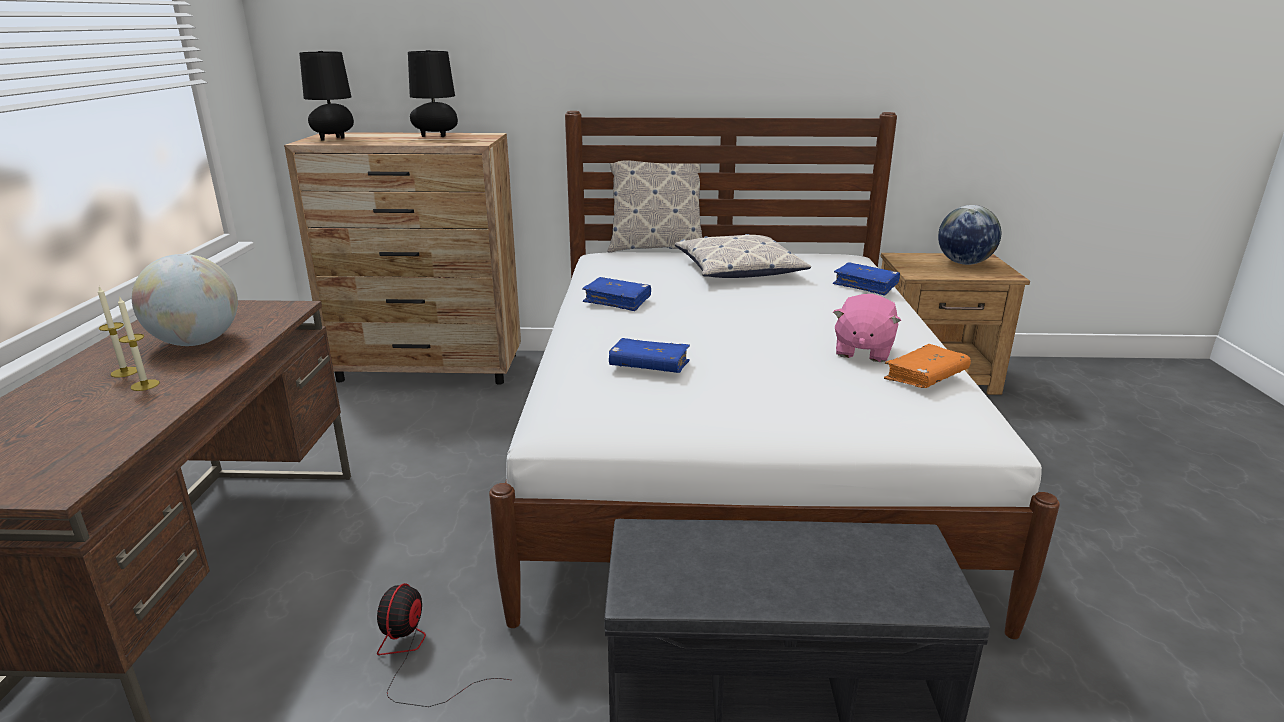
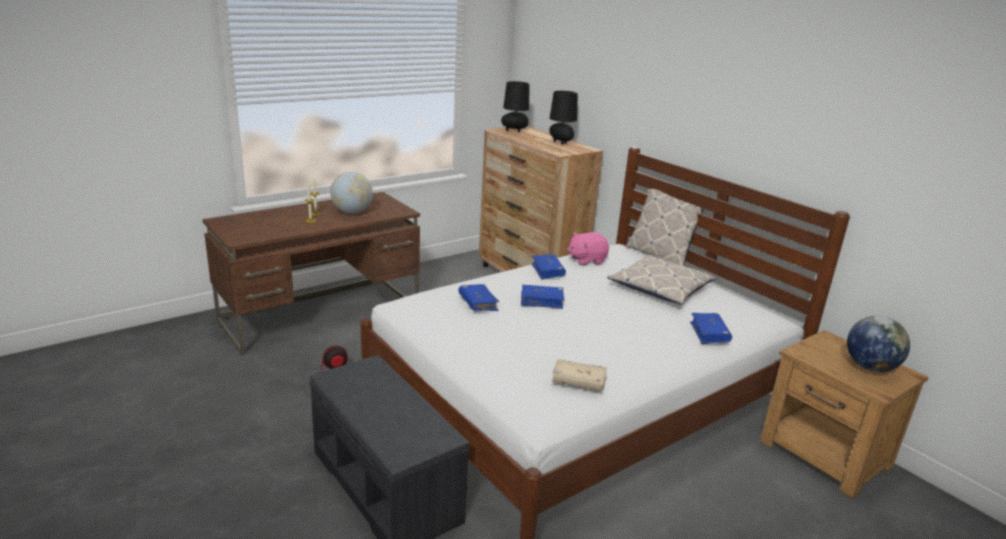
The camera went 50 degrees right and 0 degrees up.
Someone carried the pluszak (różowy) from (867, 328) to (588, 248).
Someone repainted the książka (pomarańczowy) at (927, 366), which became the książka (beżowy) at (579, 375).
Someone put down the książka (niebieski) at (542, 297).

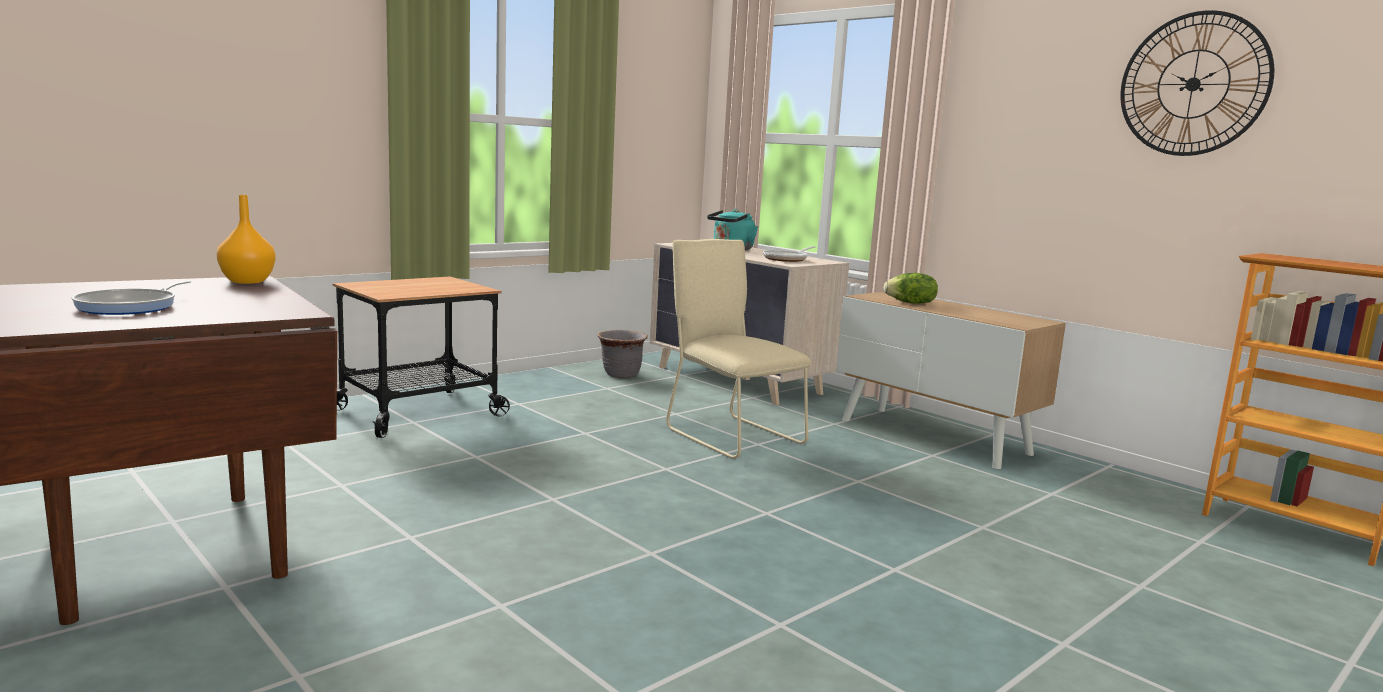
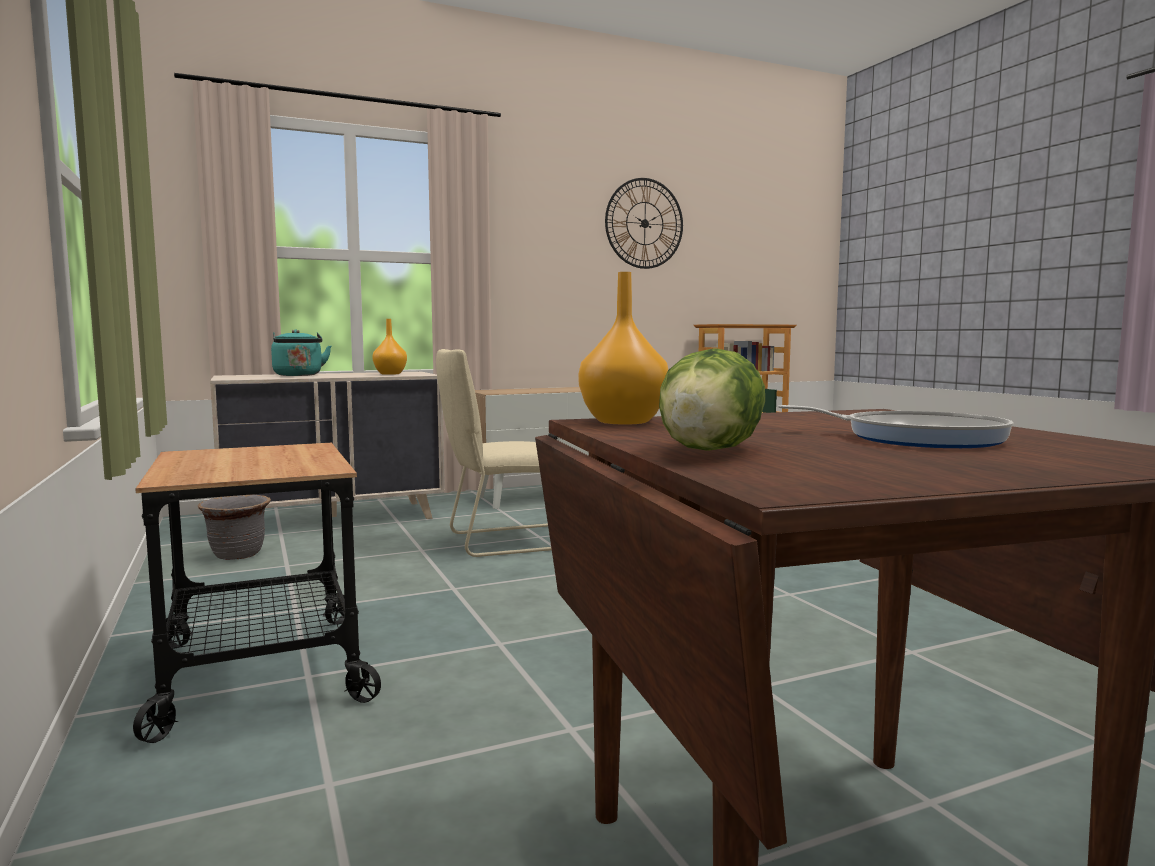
The camera went 70 degrees left and 5 degrees down.
Someone swapped the patelnia at (789, 254) for the wazon (pomarańczowy) at (389, 347).
Someone carried the sałata from (911, 288) to (712, 399).

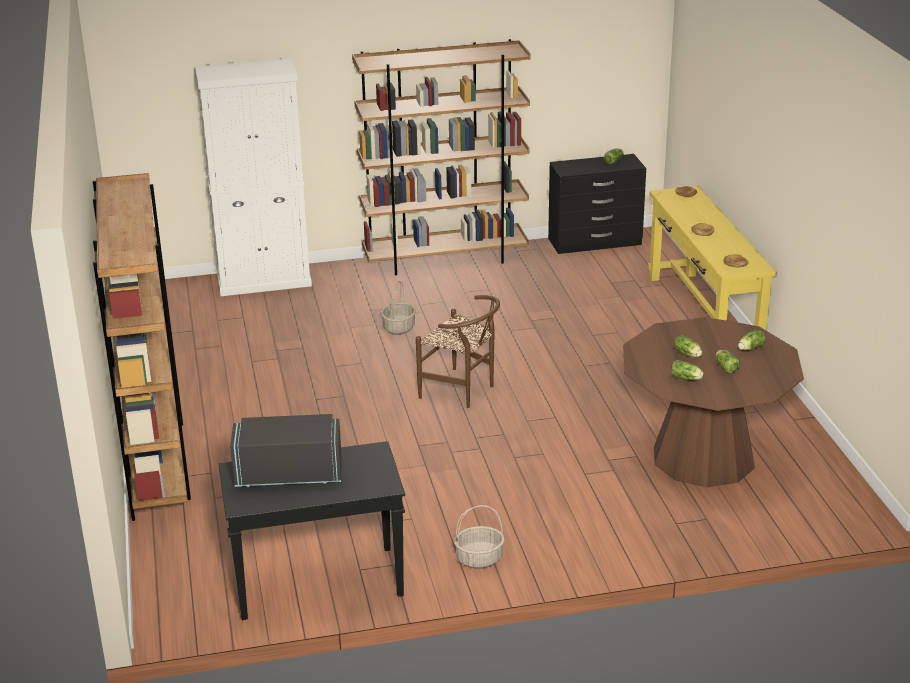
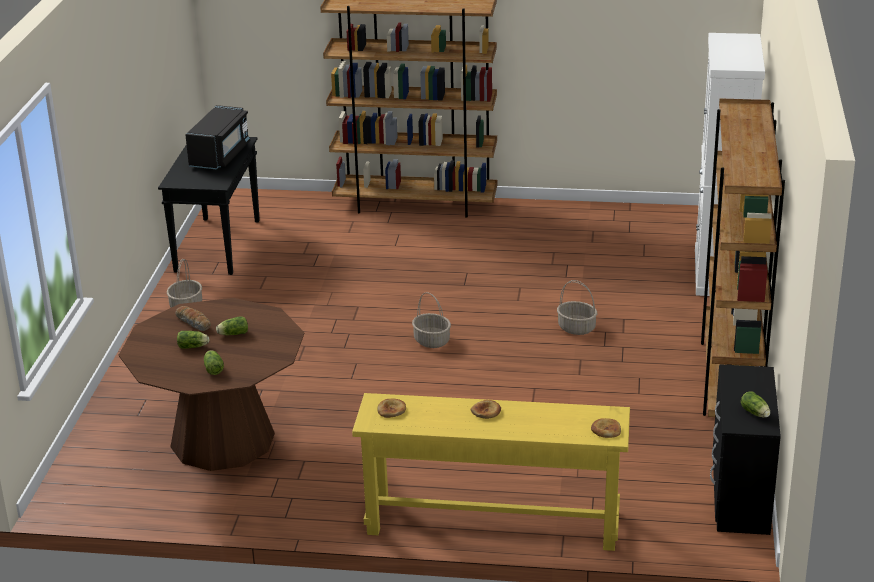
The camera went 110 degrees right and 0 degrees up.
Someone swapped the krzesło (brązowy) at (458, 351) for the koszyk at (431, 320).
Someone swapped the sałata at (687, 370) for the chleb at (193, 318).

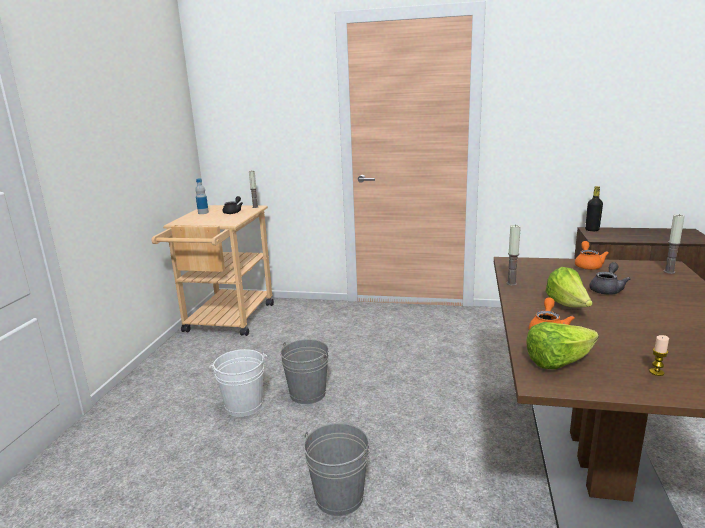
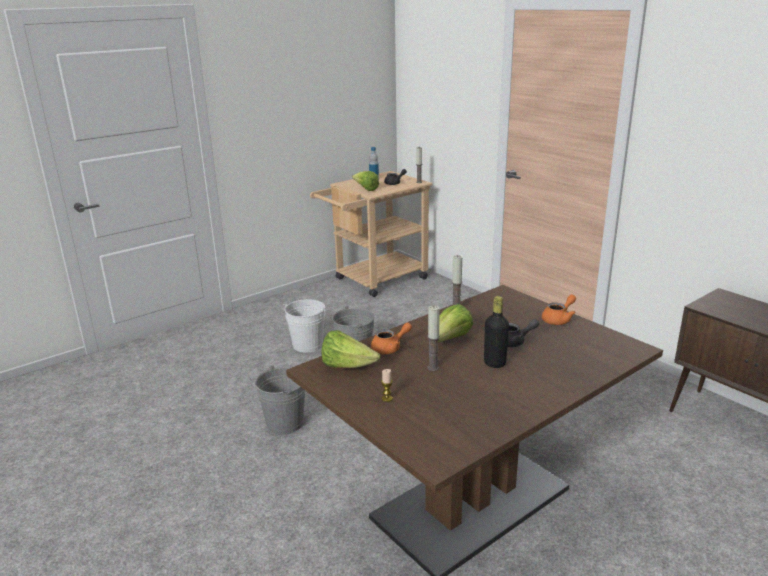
The camera went 40 degrees right and 5 degrees up.
Someone carried the butelka (czarny) from (594, 208) to (496, 332).
Someone carried the świeca from (674, 244) to (433, 338).
Someone put down the sałata at (365, 181).

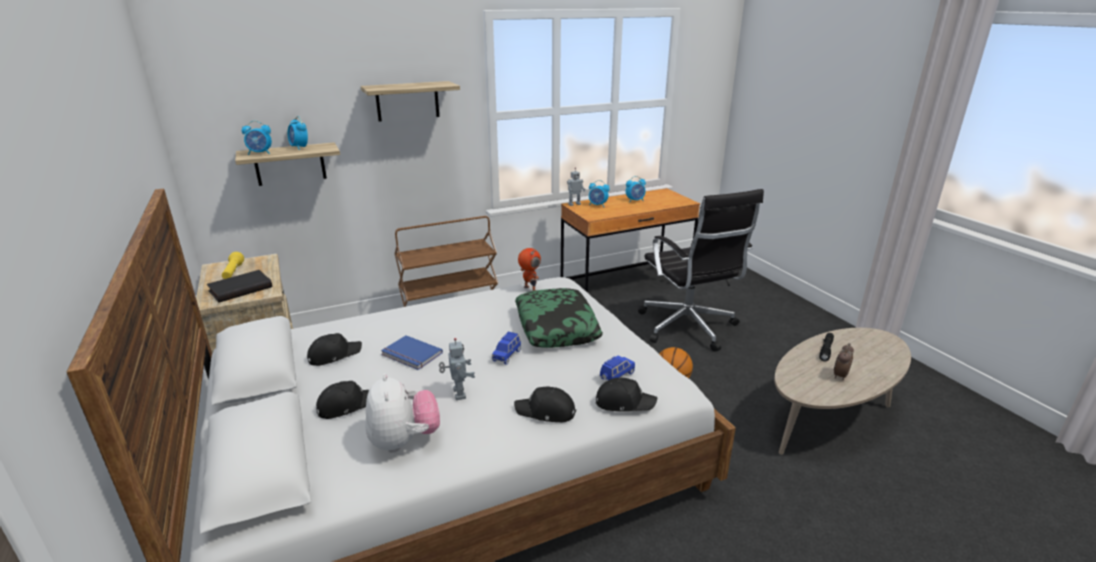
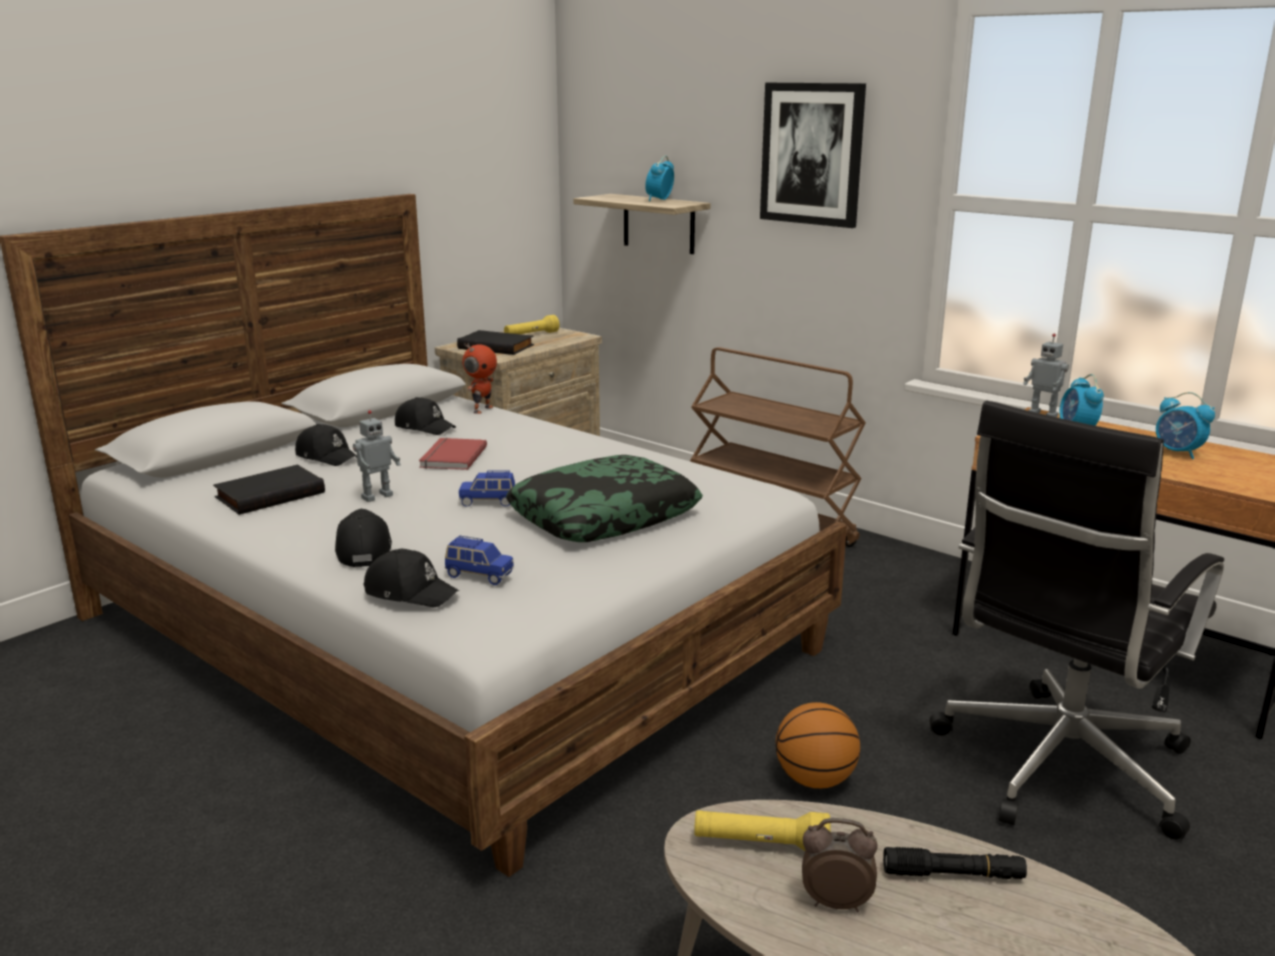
The camera went 65 degrees right and 5 degrees down.
Someone swapped the półka at (410, 101) for the obraz at (813, 155).
Someone took away the budzik at (257, 138).
Someone carried the robot zabawkowy from (529, 269) to (479, 379).
Someone repainted the książka (niebieski) at (412, 352), which became the książka (czerwony) at (453, 454).
Someone swapped the pluszak at (402, 413) for the książka (czarny) at (269, 490).
Someone rotated the czapka z daszkiem (czarny) at (626, 395) by 45 degrees counterclockwise.
Someone put down the latarka (żółty) at (762, 830).

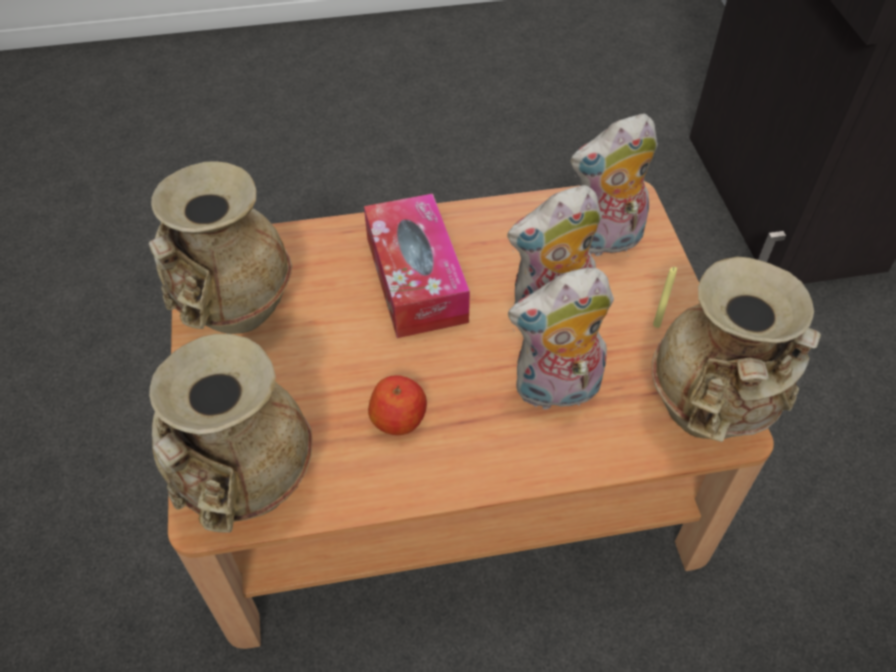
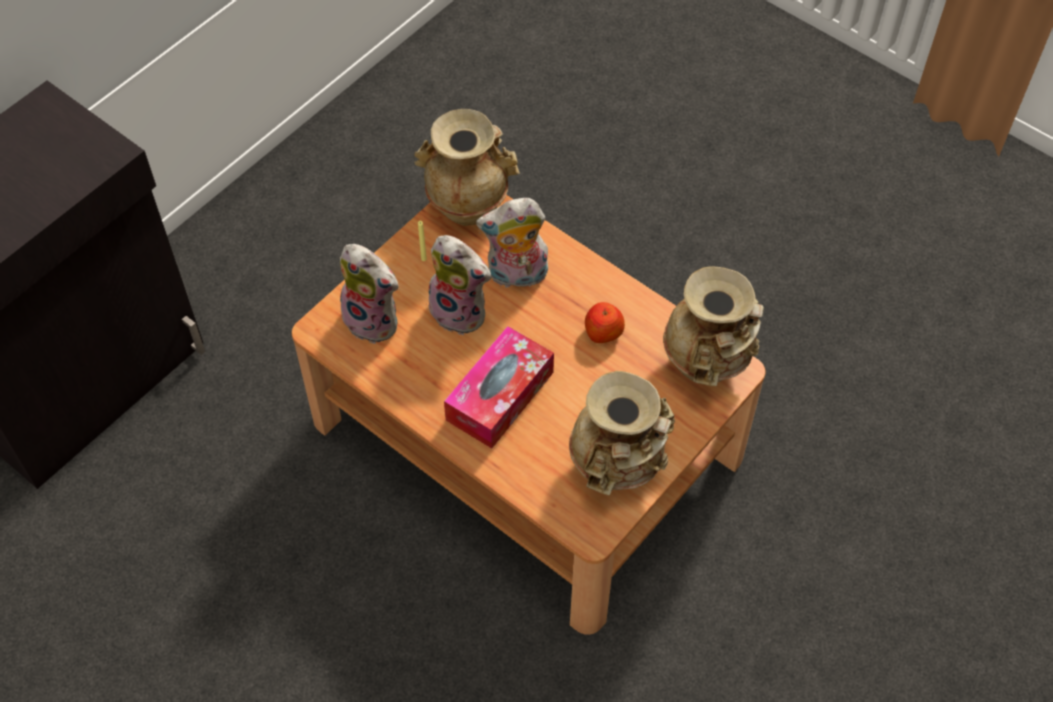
The camera went 130 degrees left and 5 degrees up.
Someone rotated the pluszak at (561, 340) by 135 degrees clockwise.

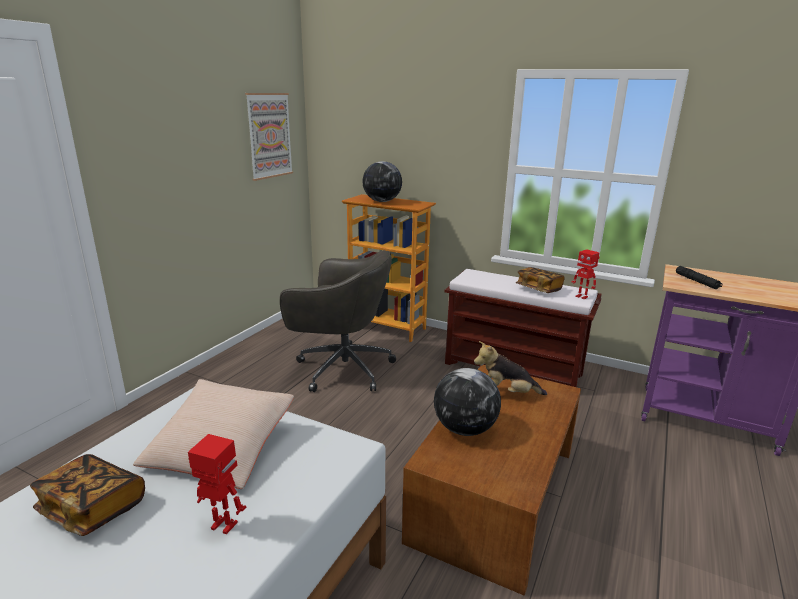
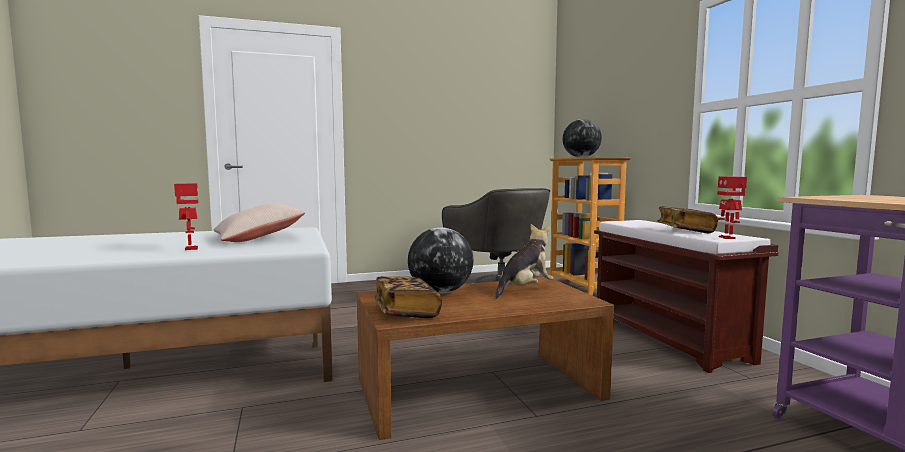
The camera went 45 degrees right and 15 degrees down.
Someone took away the obraz at (269, 137).
Someone took away the latarka (czarny) at (699, 277).
Someone rotated the pluszak at (510, 368) by 90 degrees clockwise.
Someone carried the książka from (87, 495) to (408, 297).

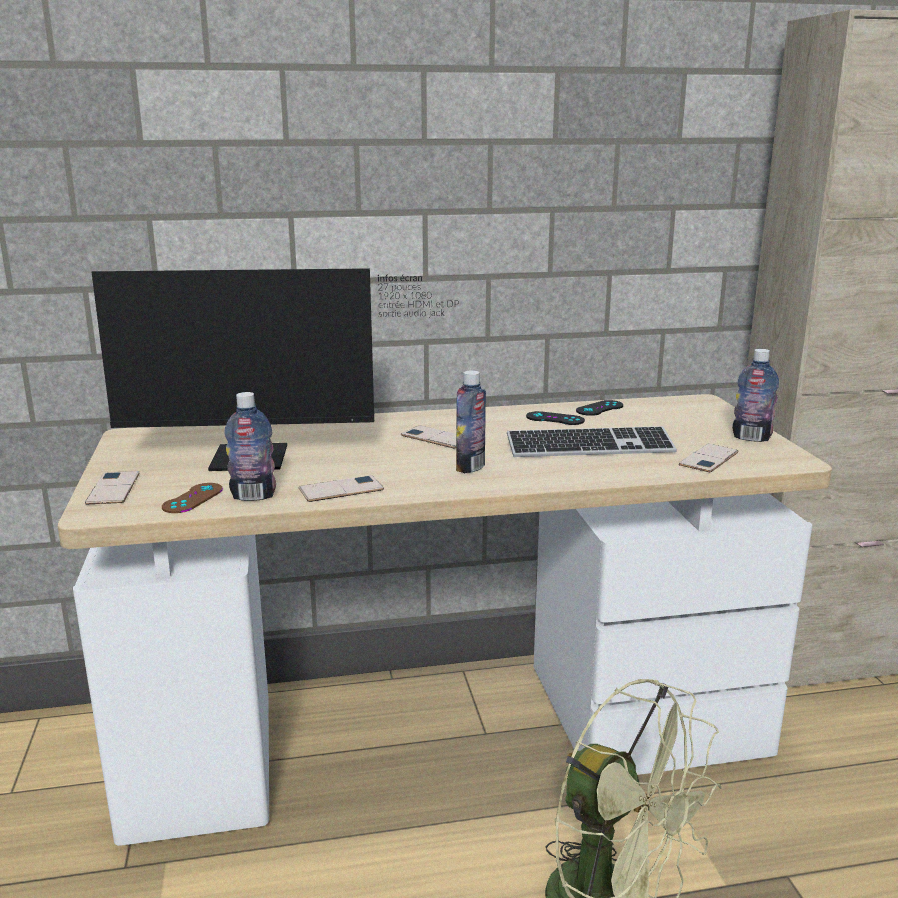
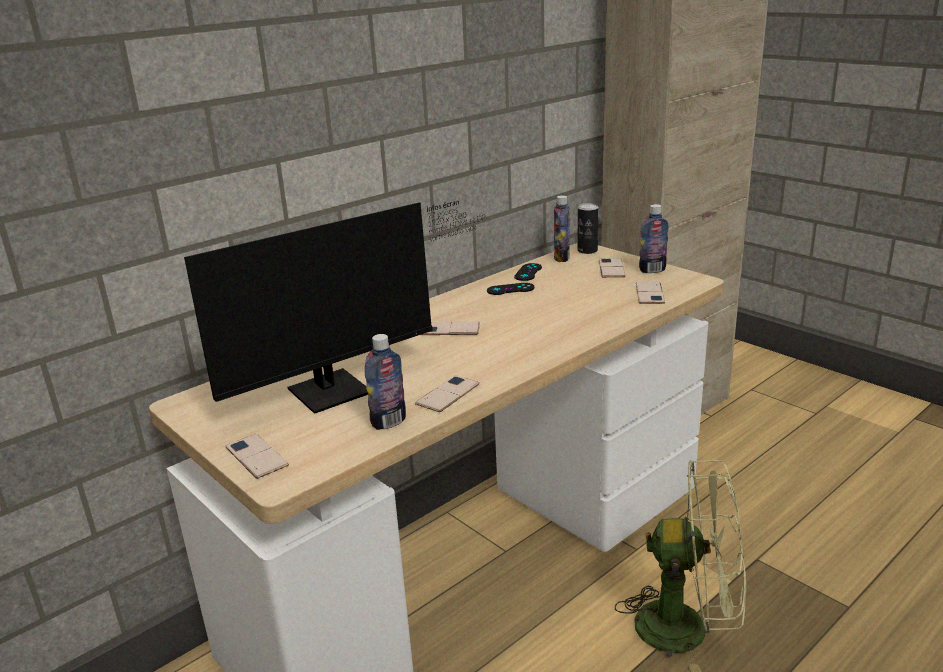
The camera went 30 degrees left and 5 degrees up.
Someone carried the butelka from (471, 421) to (562, 228).
Someone took away the klawiatura at (592, 441).
Someone took away the pad do gier (brązowy) at (192, 498).
Someone put down the puszka at (588, 228).
Someone put down the telefon at (612, 267).

